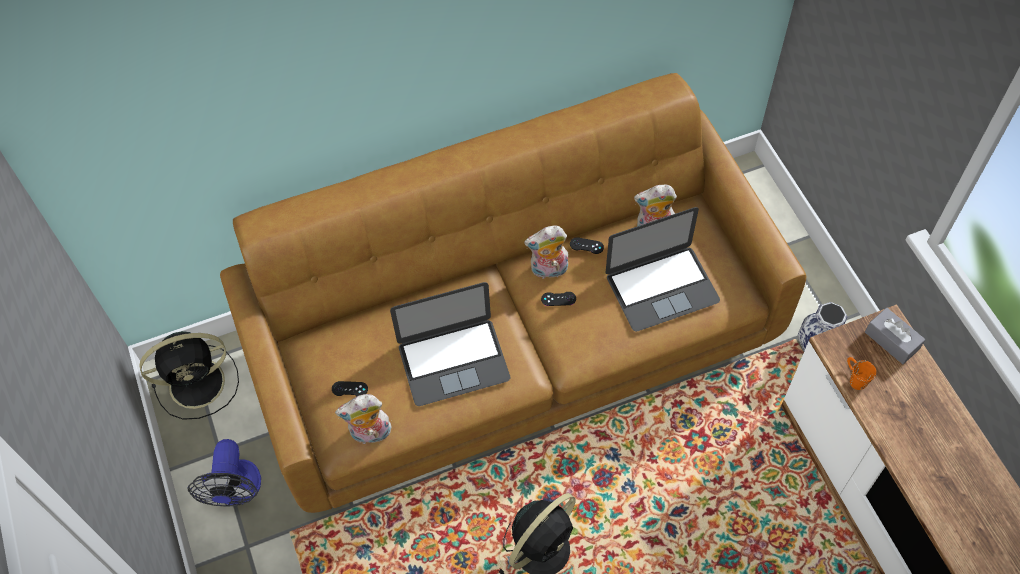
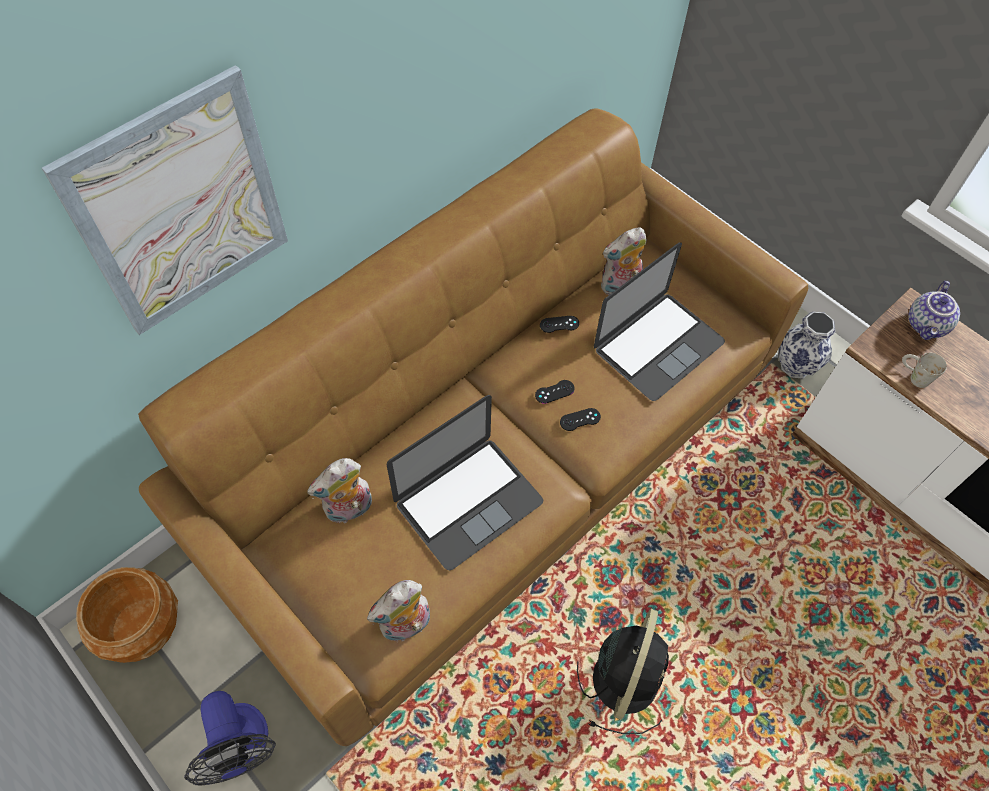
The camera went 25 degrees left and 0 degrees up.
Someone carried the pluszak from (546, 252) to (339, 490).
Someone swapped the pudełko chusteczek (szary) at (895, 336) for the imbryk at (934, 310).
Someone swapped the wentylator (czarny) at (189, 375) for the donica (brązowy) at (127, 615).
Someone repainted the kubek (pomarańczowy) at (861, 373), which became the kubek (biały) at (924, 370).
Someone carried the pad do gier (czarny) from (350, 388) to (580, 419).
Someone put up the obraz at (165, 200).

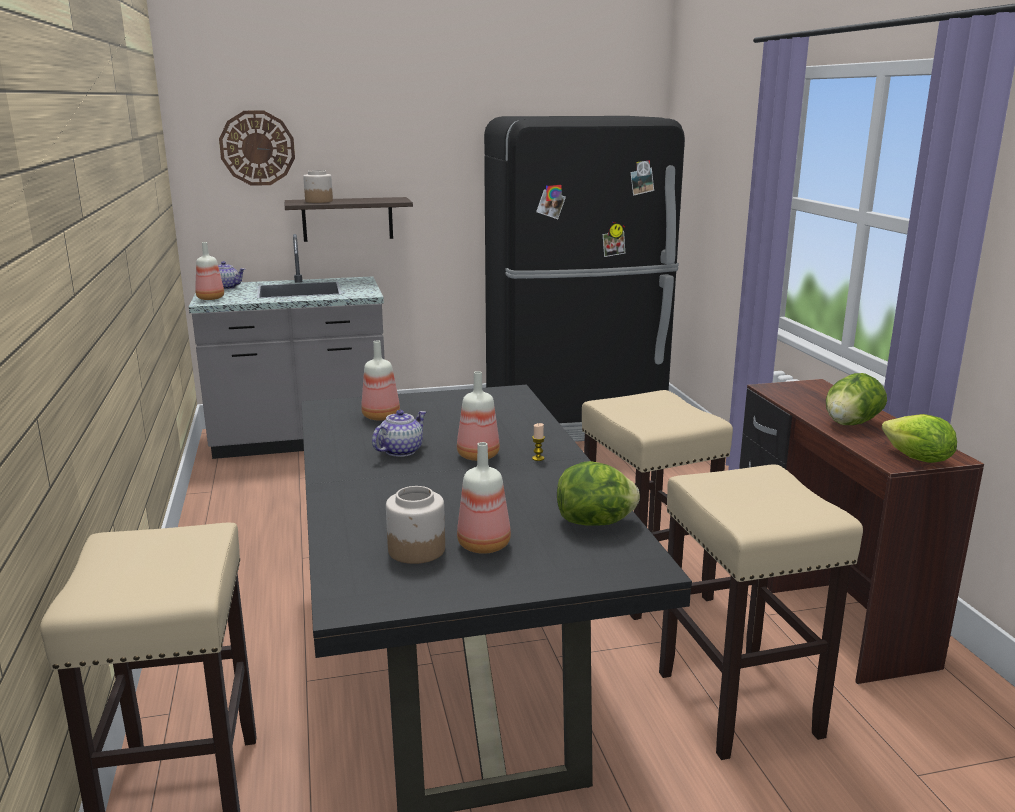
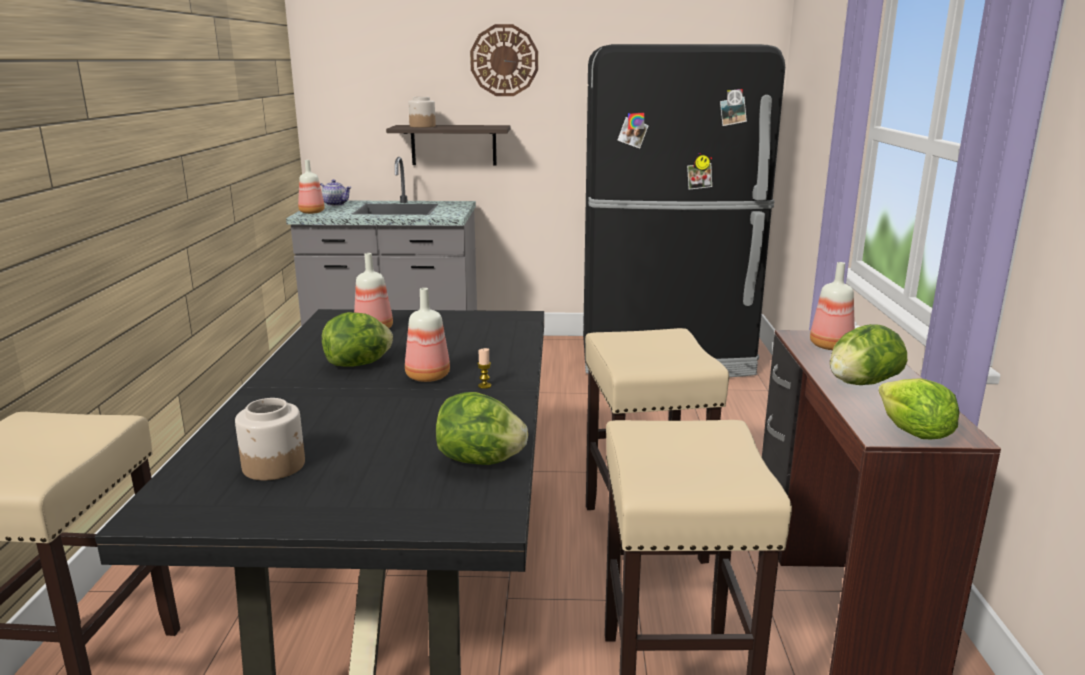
The camera went 15 degrees right and 0 degrees up.
Someone carried the zegar ścienny from (257, 148) to (504, 60).
Someone swapped the imbryk at (399, 433) for the sałata at (357, 339).
Someone carried the butelka from (484, 498) to (832, 306).

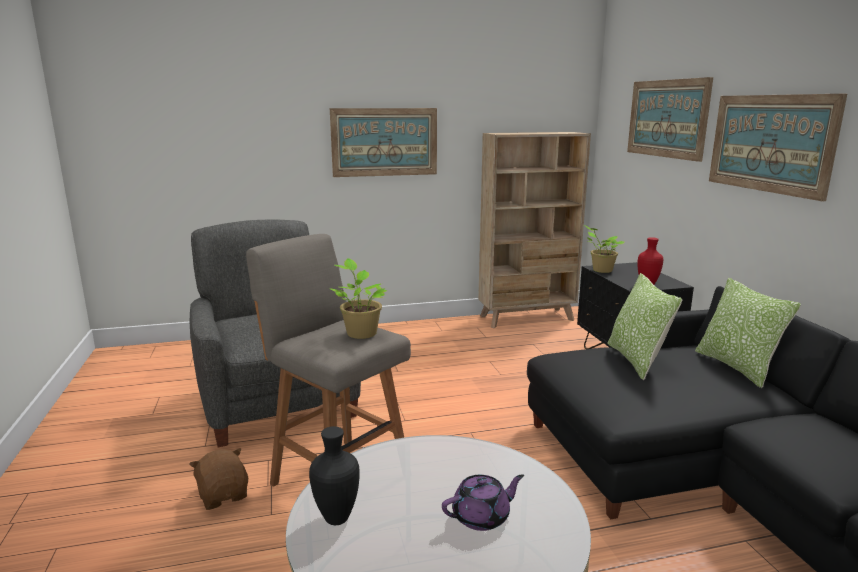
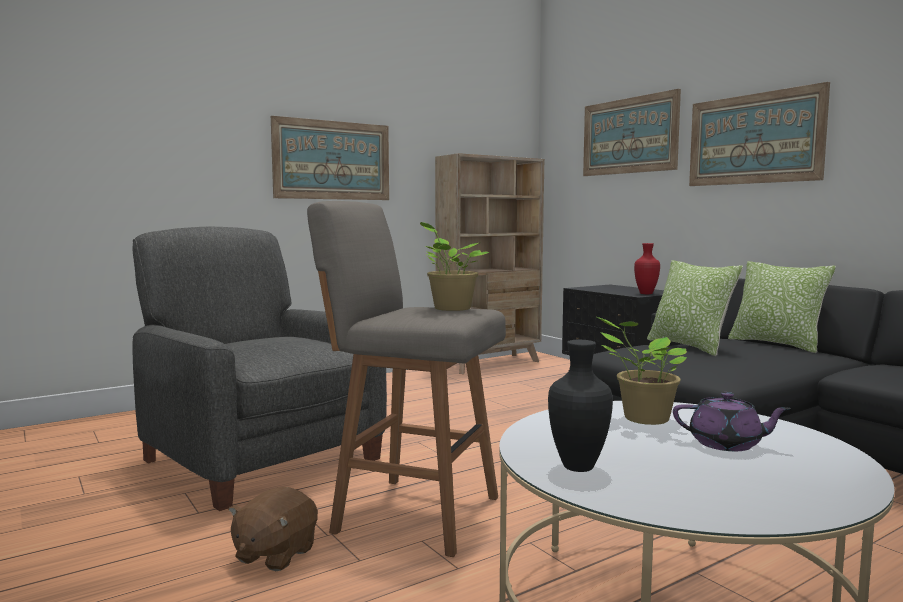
The camera went 20 degrees left and 10 degrees down.
Someone carried the roślina doniczkowa from (604, 249) to (642, 371).
Someone rotated the pluszak (brązowy) at (218, 479) by 105 degrees counterclockwise.
Someone rotated the imbryk (fioletowy) at (483, 502) by 60 degrees clockwise.

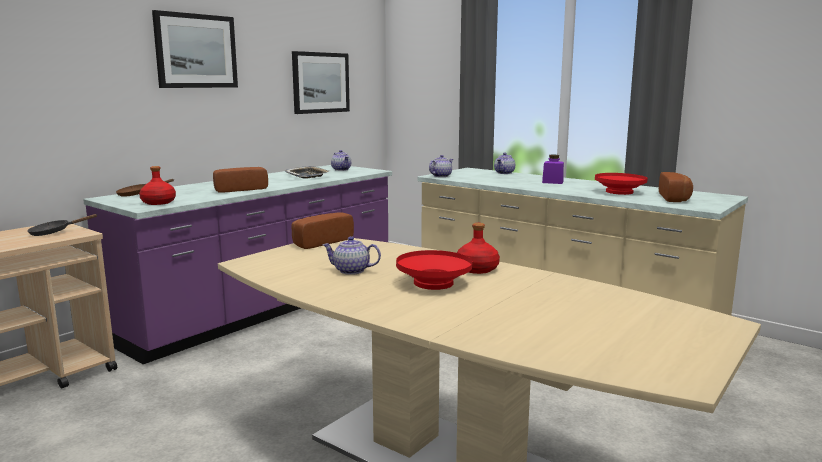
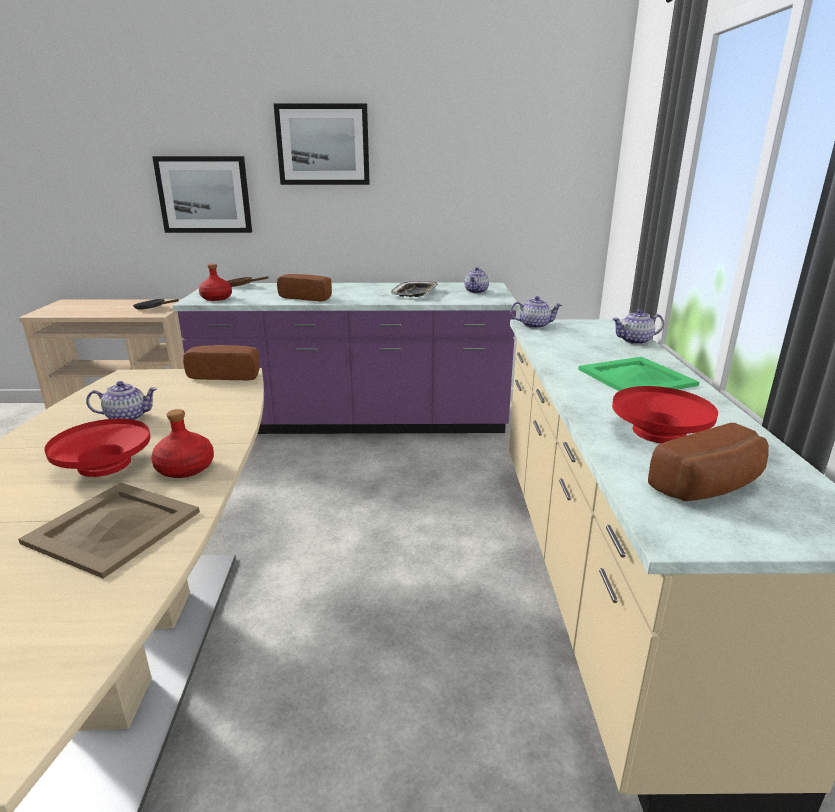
The camera went 50 degrees right and 10 degrees up.
Someone carried the obraz from (321, 82) to (202, 194).
Someone swapped the słoik (fioletowy) at (553, 169) for the taca (zielony) at (638, 374).
Someone rotated the imbryk at (351, 255) by 105 degrees clockwise.
Someone put down the taca (beżowy) at (109, 530).

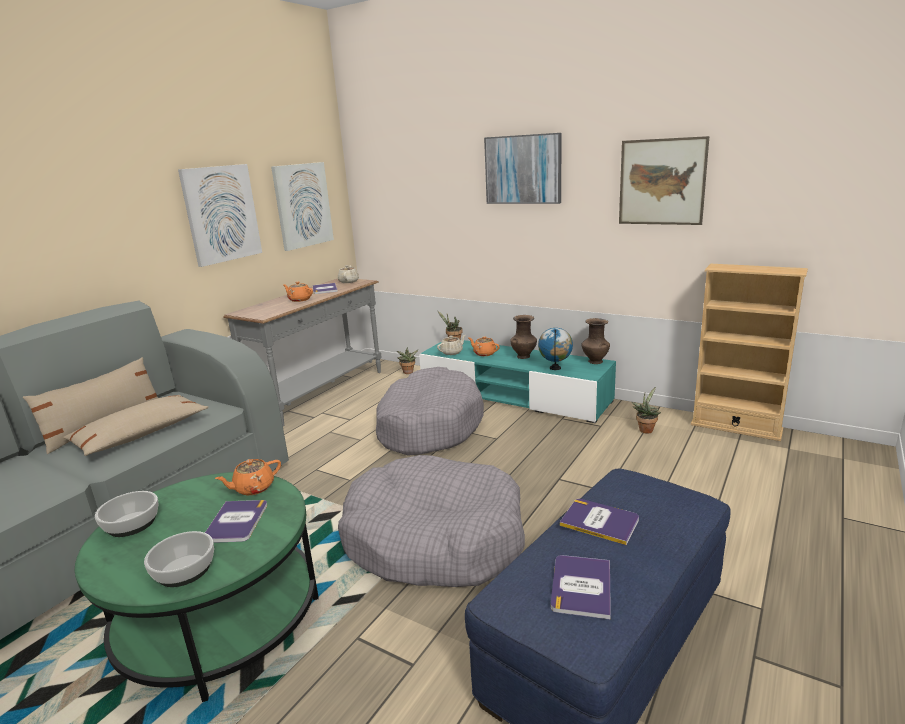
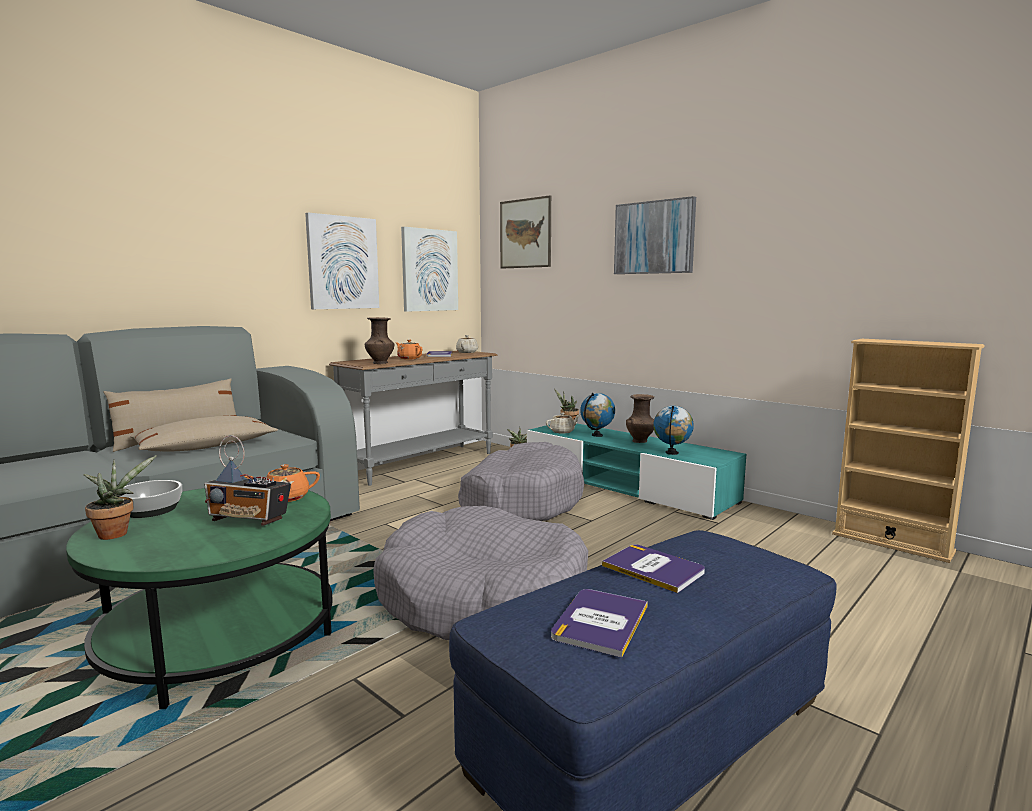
The camera went 10 degrees right and 10 degrees down.
Someone carried the obraz from (664, 180) to (525, 232).
Someone carried the wazon (brązowy) from (596, 341) to (379, 340).
Someone swapped the imbryk (pomarańczowy) at (484, 346) for the globus at (597, 415).
Someone carried the roślina doniczkowa from (646, 410) to (120, 497).
Someone swapped the książka at (236, 521) for the radio at (247, 480).
Someone took away the miska at (179, 559).

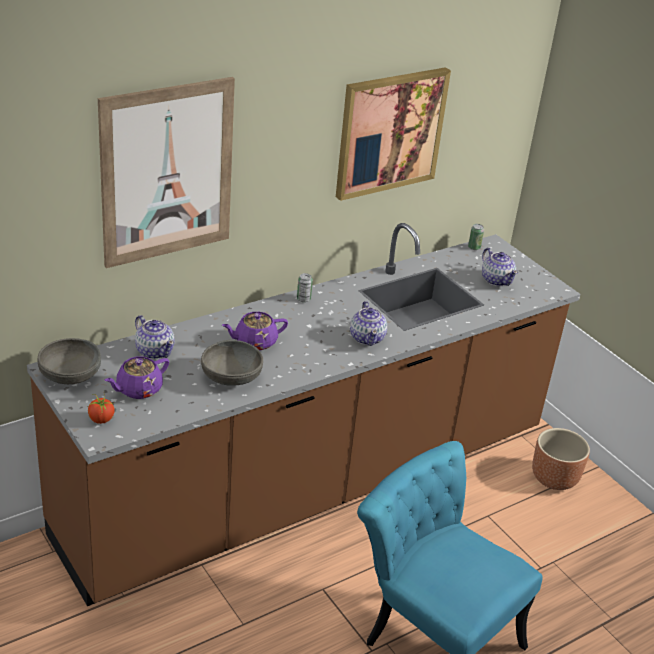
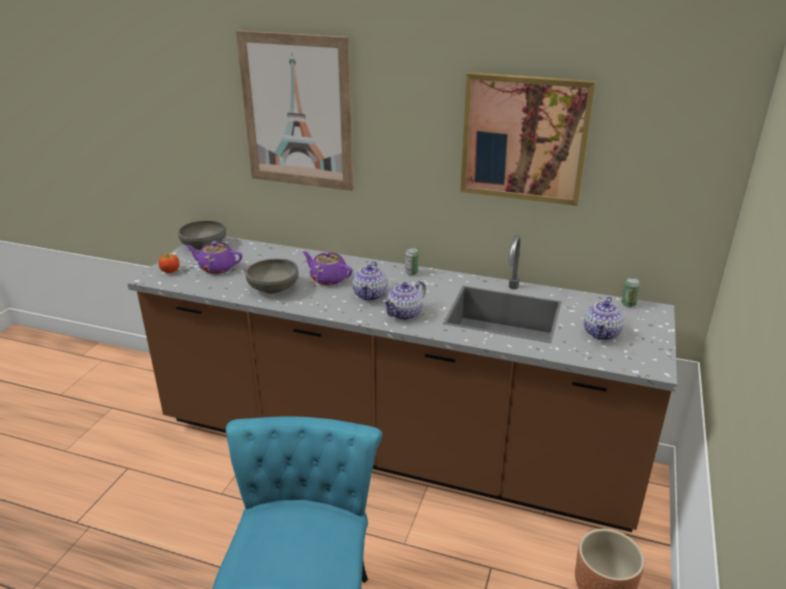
The camera went 55 degrees right and 5 degrees down.
Someone carried the imbryk from (155, 337) to (369, 281).

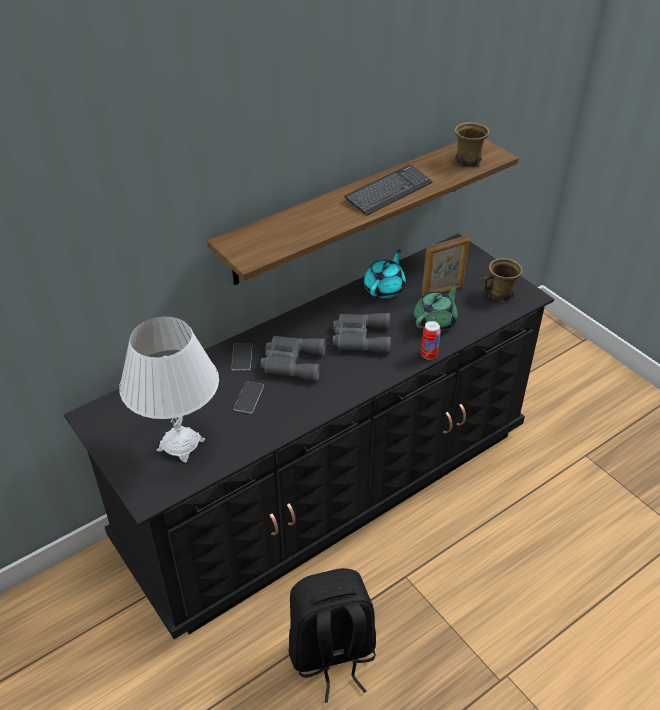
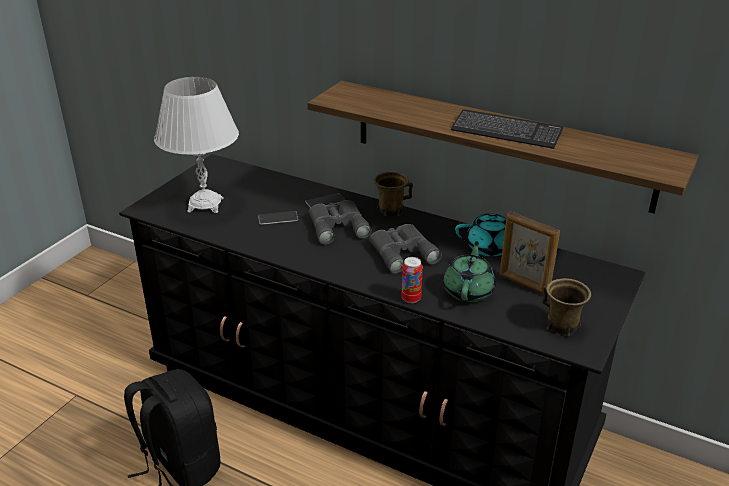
The camera went 65 degrees right and 10 degrees down.
Someone carried the kubek (brązowy) from (472, 144) to (393, 194).
Someone rotated the imbryk (zielony) at (436, 307) by 90 degrees counterclockwise.

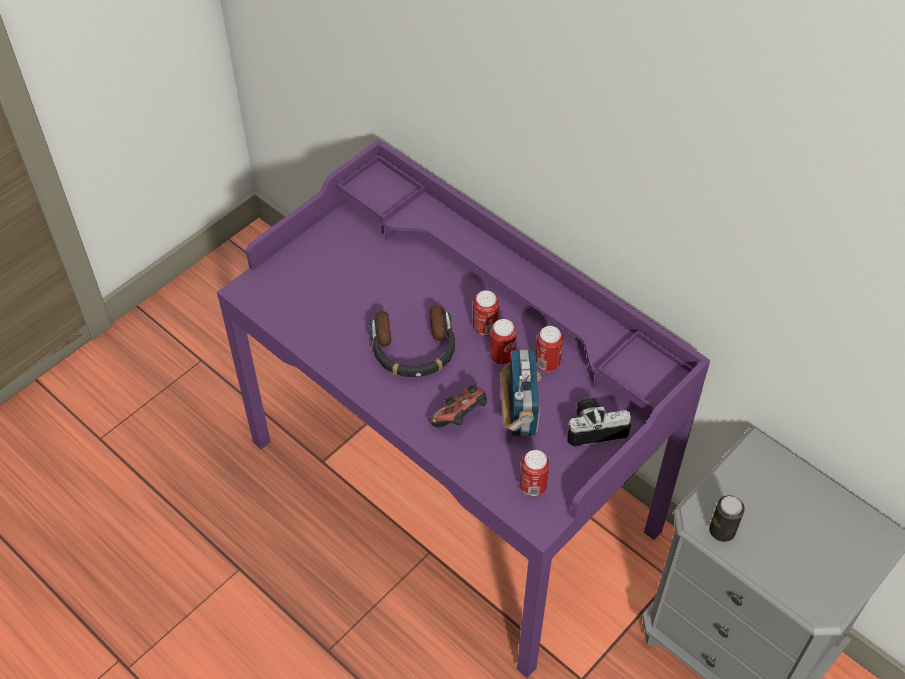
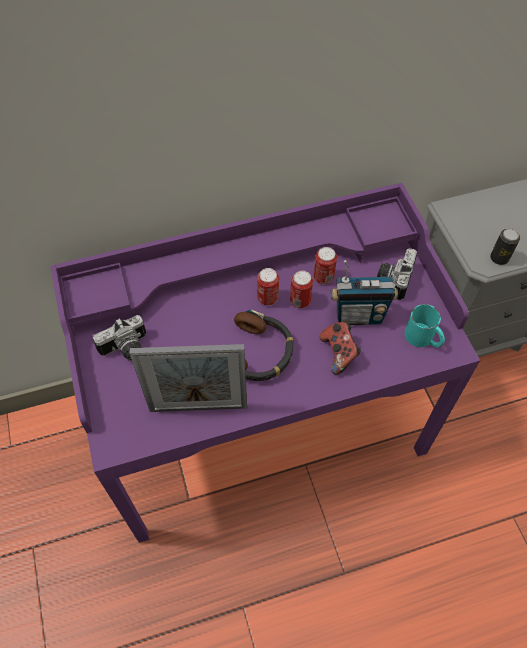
The camera went 60 degrees left and 5 degrees up.
Someone rotated the radio at (520, 393) by 150 degrees clockwise.
Someone swapped the puszka at (534, 473) for the kubek (turkusowy) at (425, 326).
Someone put down the aparat fotograficzny at (119, 338).
Someone put down the ramka na zdjęcie at (188, 378).

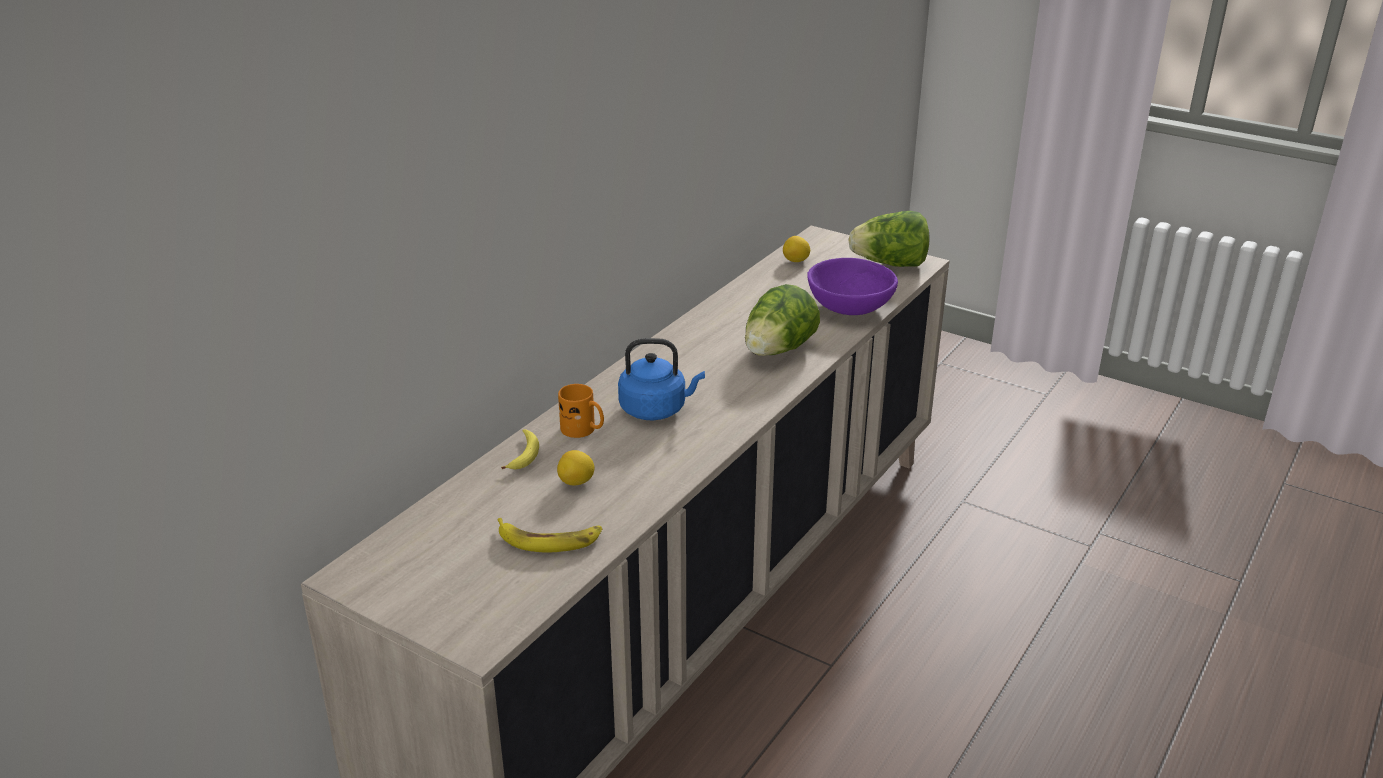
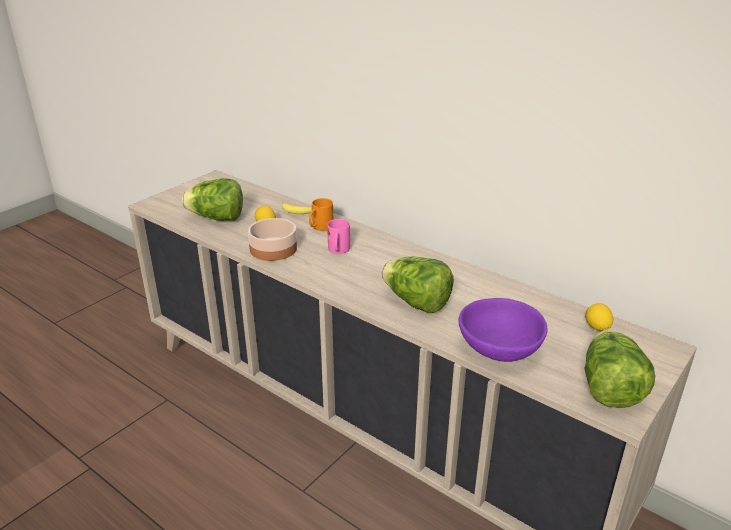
The camera went 95 degrees right and 0 degrees up.
Someone swapped the czajnik (niebieski) at (661, 379) for the kubek (różowy) at (338, 236).
Someone swapped the banan at (549, 535) for the sałata at (212, 199).
Someone put down the miska at (272, 239).

